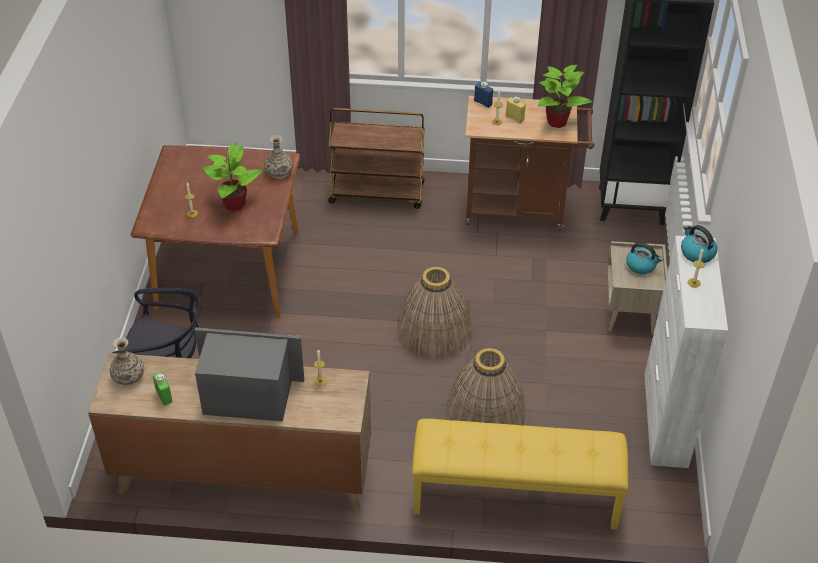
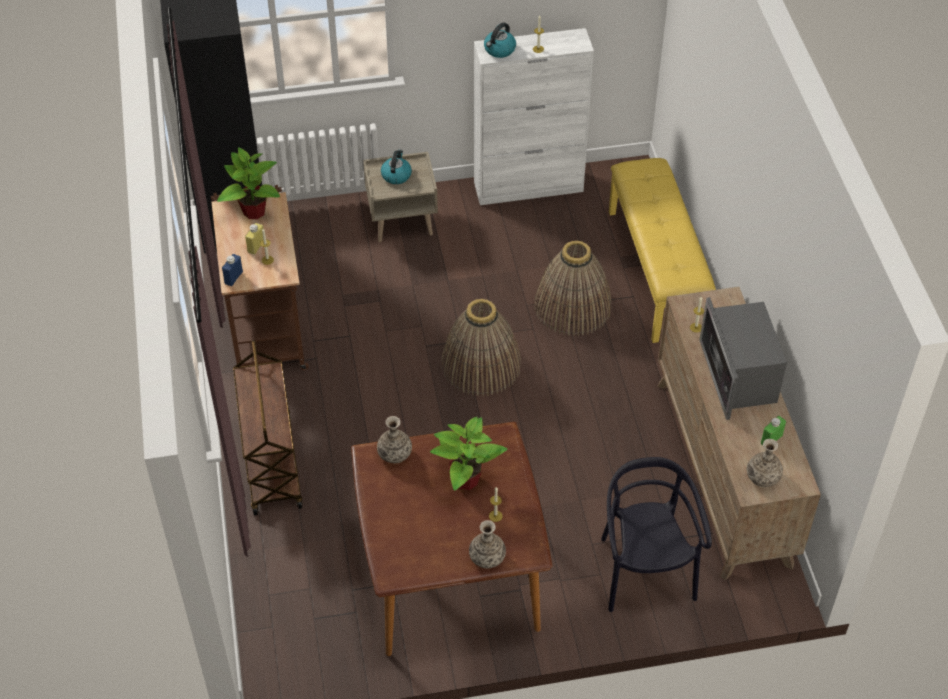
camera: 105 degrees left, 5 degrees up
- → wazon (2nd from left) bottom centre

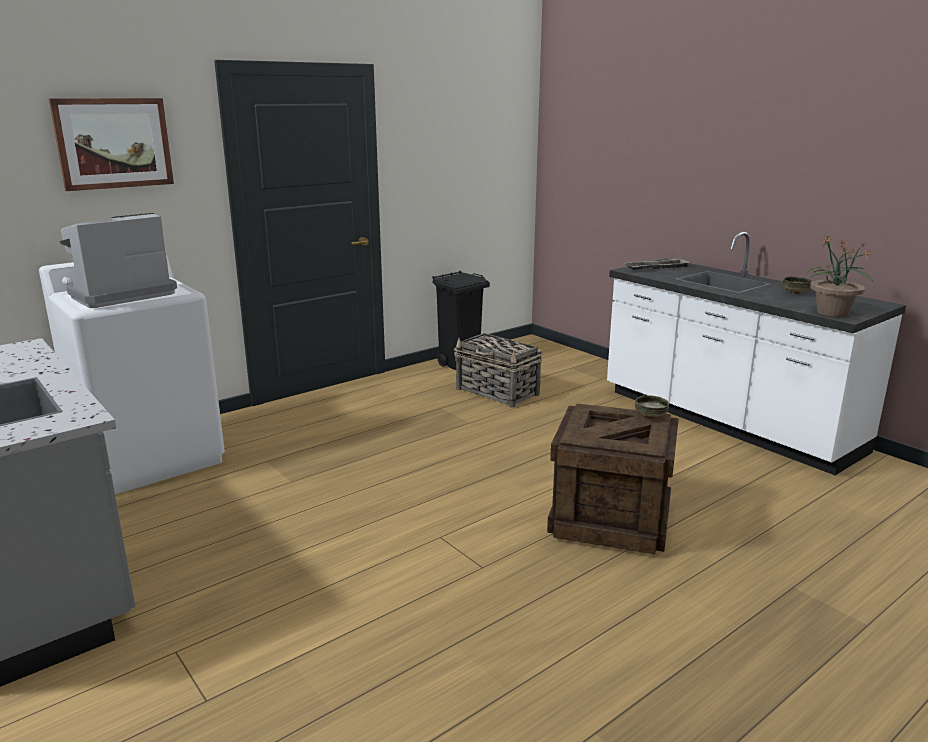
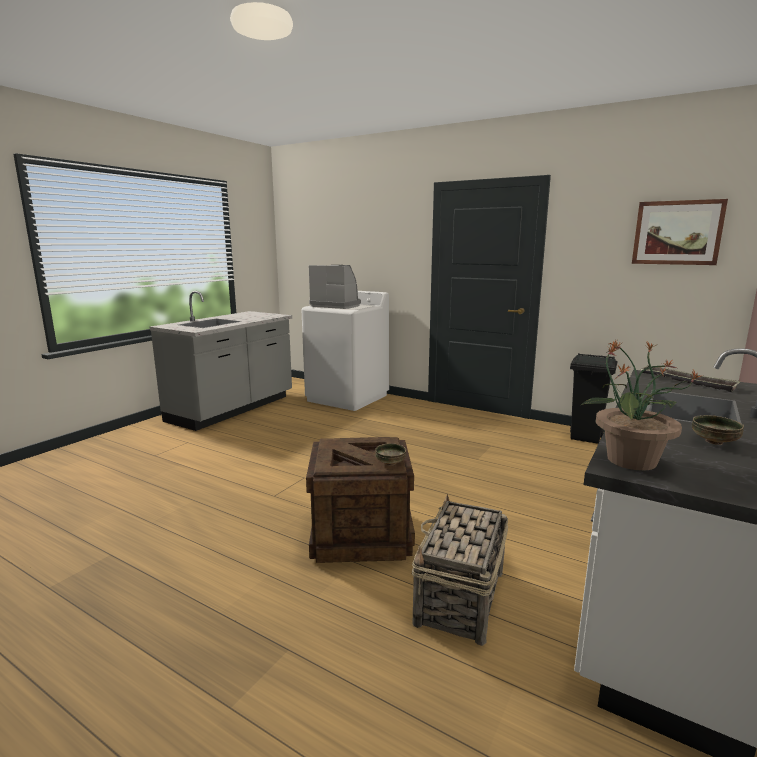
camera: 70 degrees right, 5 degrees down
koszyk centre → koszyk bottom centre, moved
obraz top left → obraz top right, moved

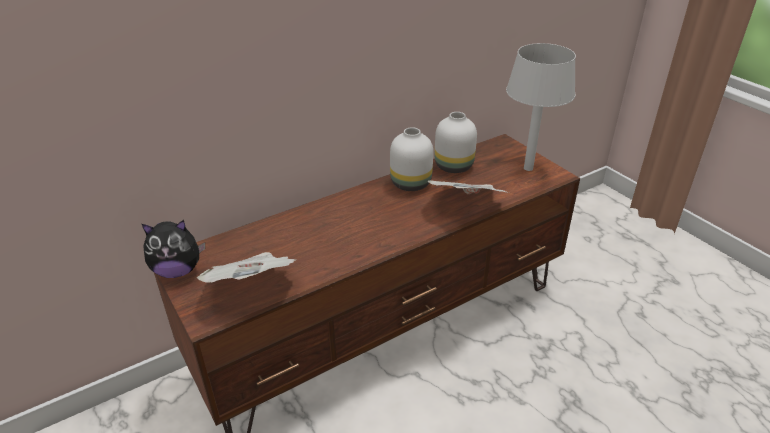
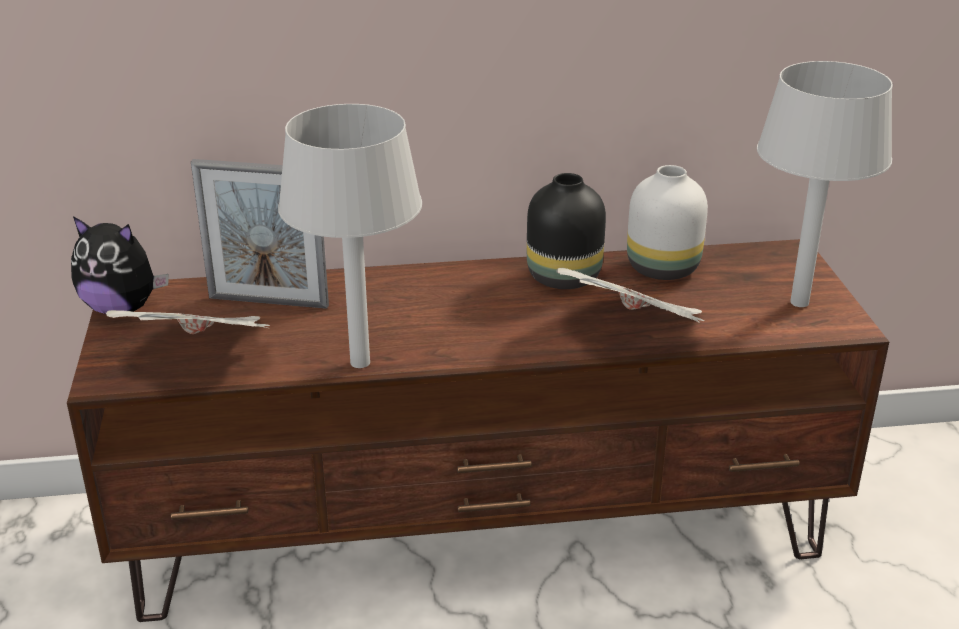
camera: 25 degrees right, 5 degrees down
- → ramka na zdjęcie middle left
- → lampa stołowa (szary) (1st from left) centre
wazon (biały) (1st from left) centre → wazon (czarny) centre

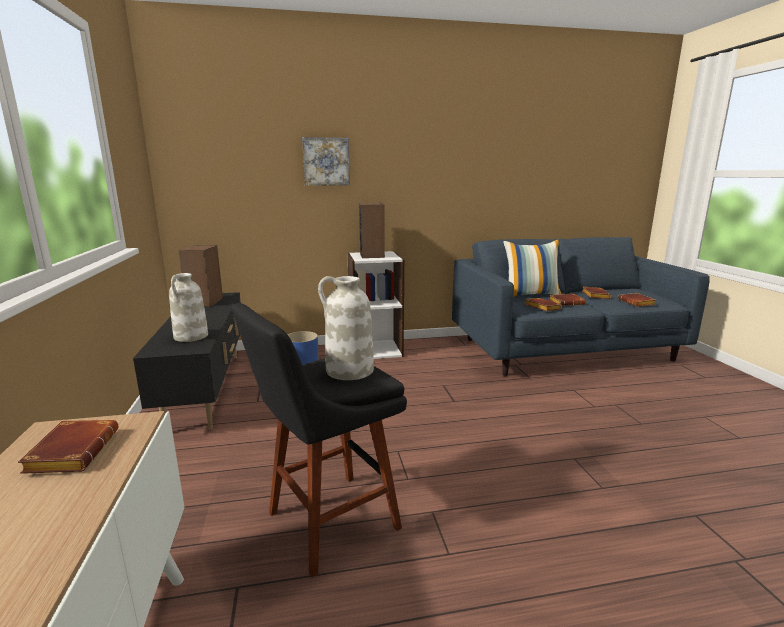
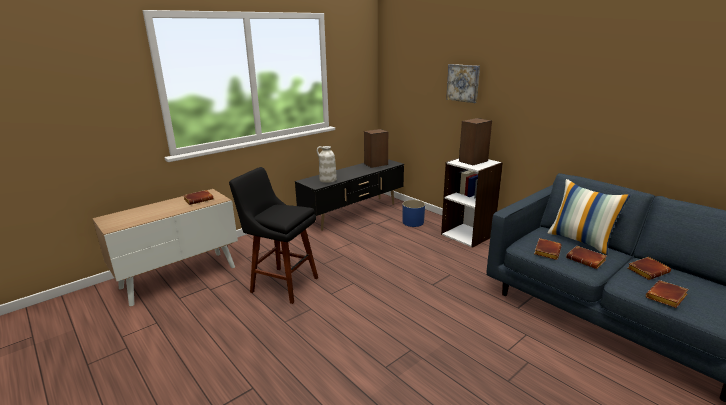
camera: 60 degrees right, 5 degrees up
wazon (biały) (2nd from left) centre → -

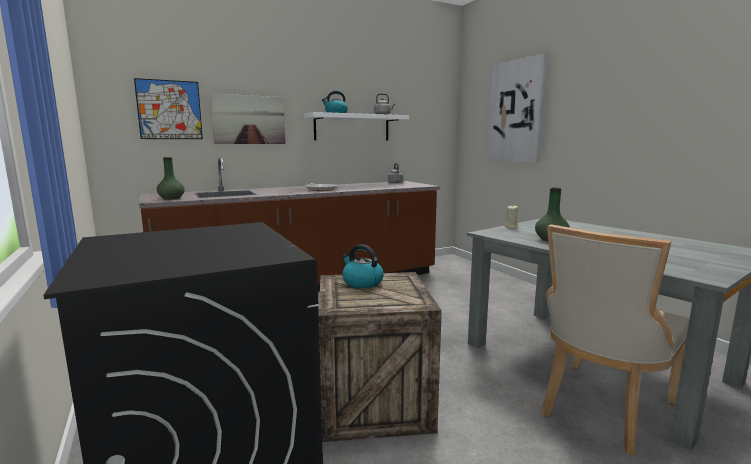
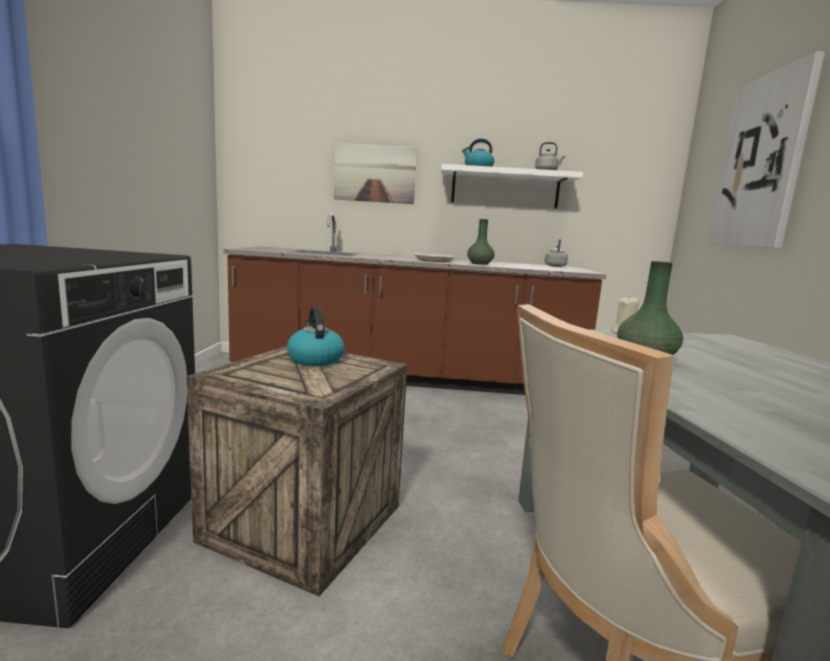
camera: 30 degrees right, 0 degrees up
wazon (zielony) (1st from left) middle left → wazon (zielony) (1st from left) centre, moved
obraz (1st from left) top left → -

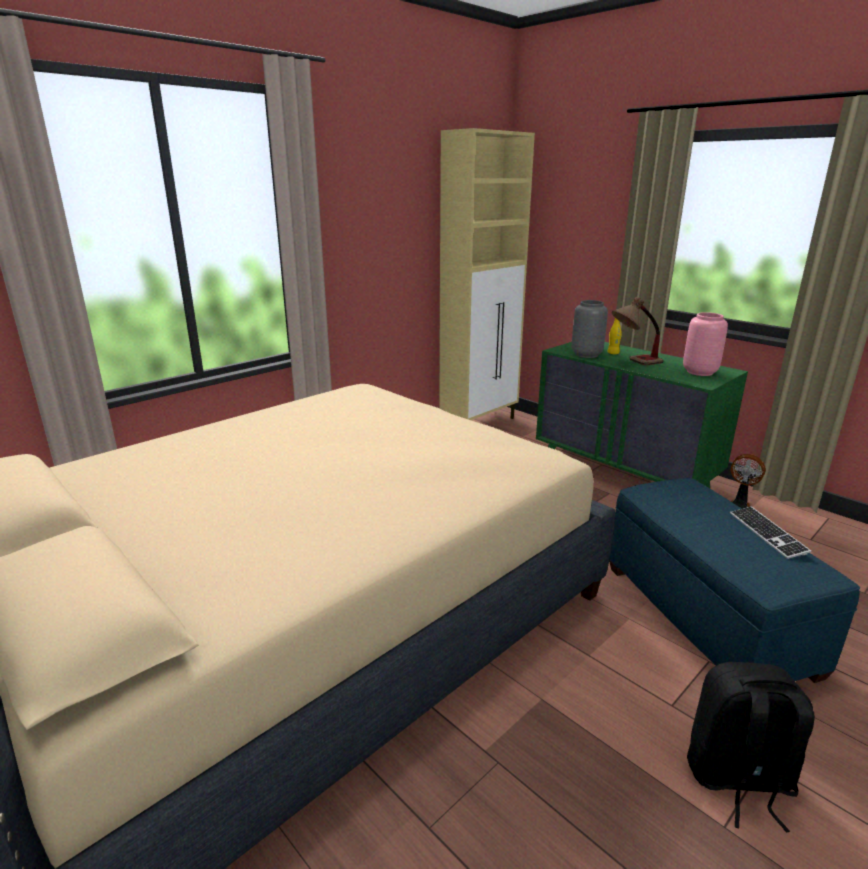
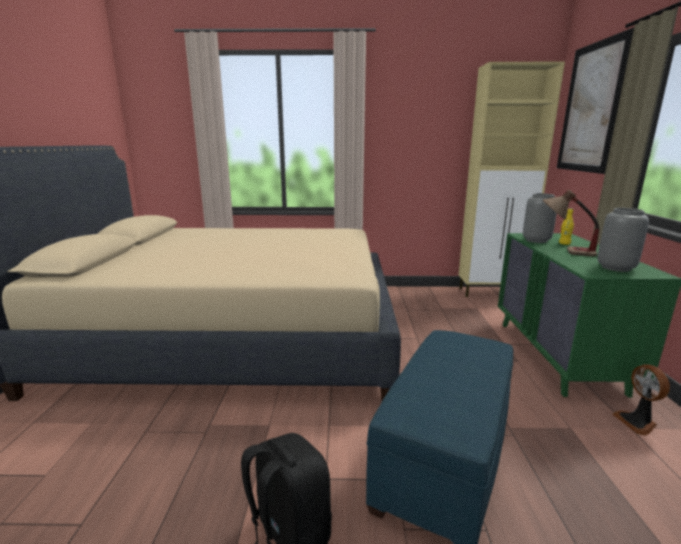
camera: 45 degrees right, 5 degrees down
- → obraz top right
wazon (różowy) middle right → wazon (szary) (2nd from left) middle right
klawiatura middle right → -

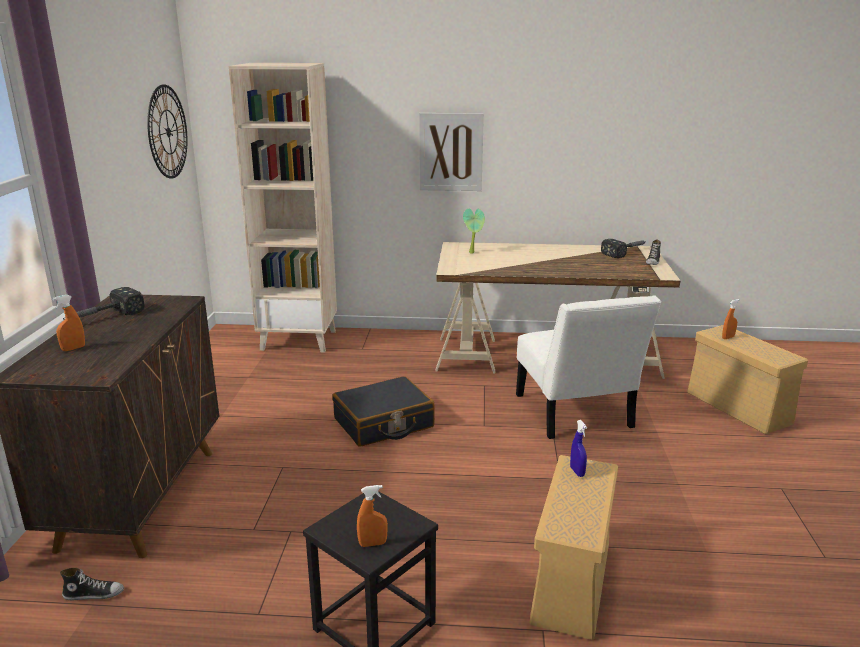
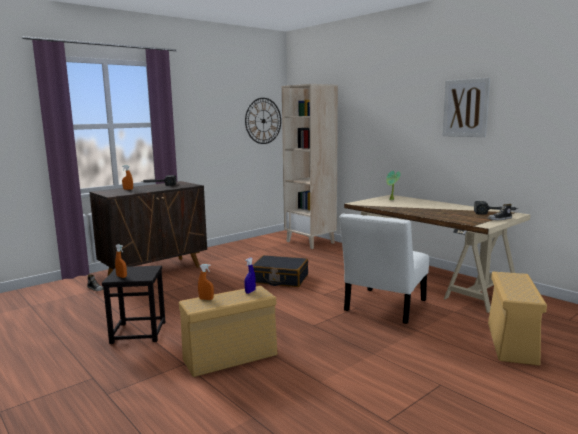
camera: 45 degrees right, 10 degrees down
spryskiwacz (pomarańczowy) (3rd from left) middle right → spryskiwacz (pomarańczowy) (3rd from left) centre, moved
obraz top centre → obraz top right, moved

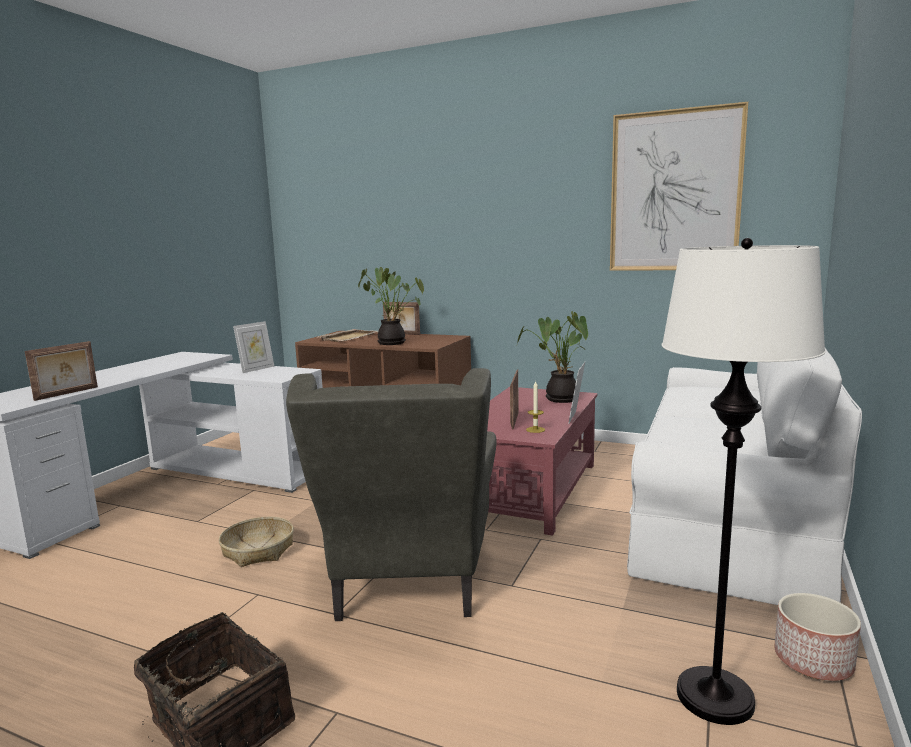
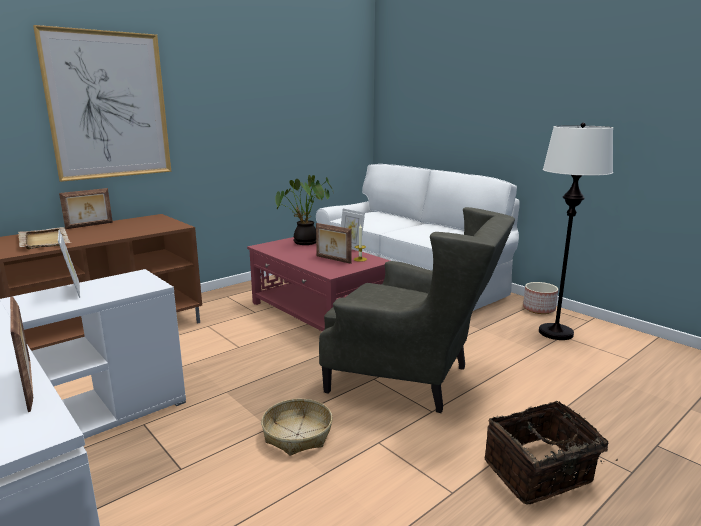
camera: 65 degrees left, 5 degrees up
obraz top right → obraz top left, moved
roślina doniczkowa (1st from left) centre → -

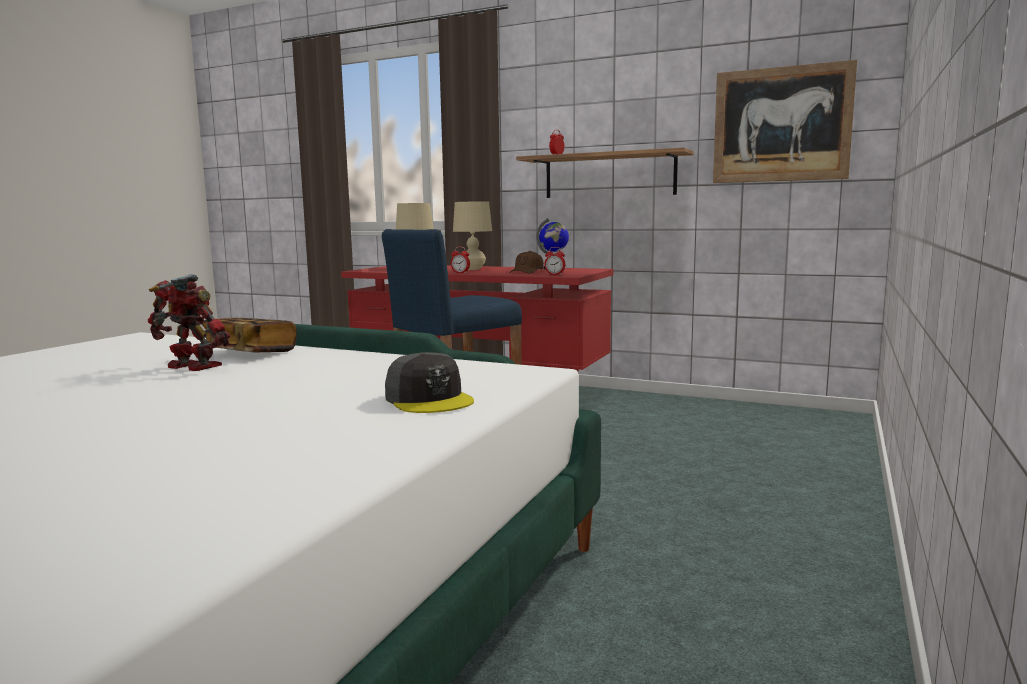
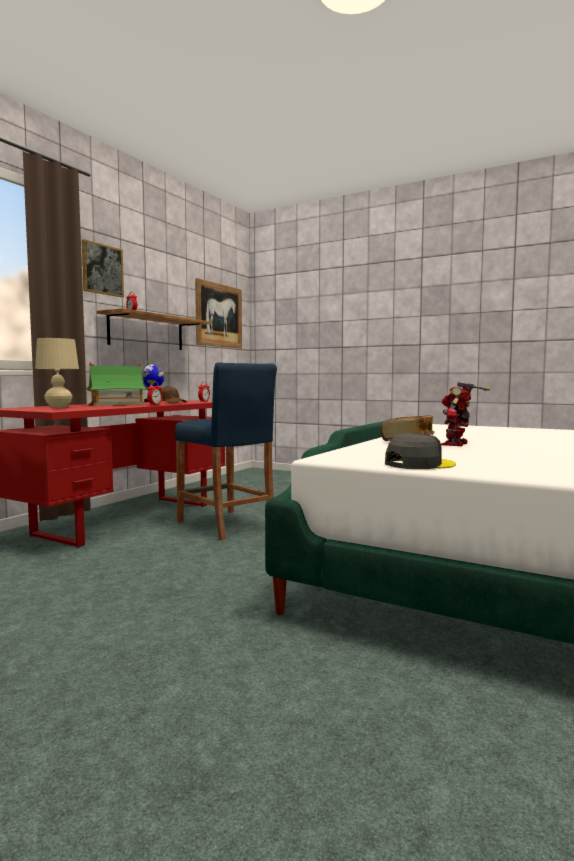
camera: 85 degrees left, 5 degrees down
- → obraz (1st from left) top left
lampa stołowa (beżowy) (2nd from left) centre → domek middle left
czapka z daszkiem (szary) centre → czapka z daszkiem (szary) middle right, moved

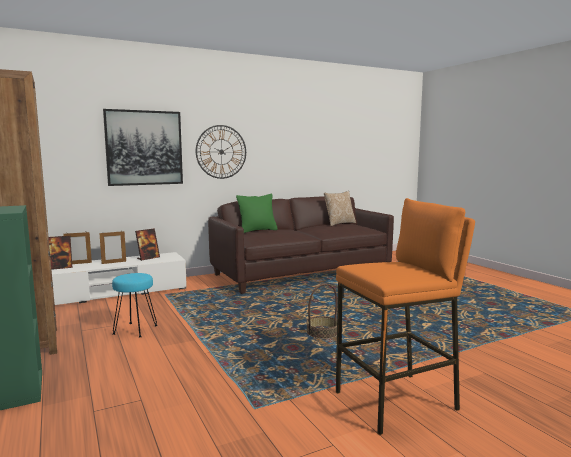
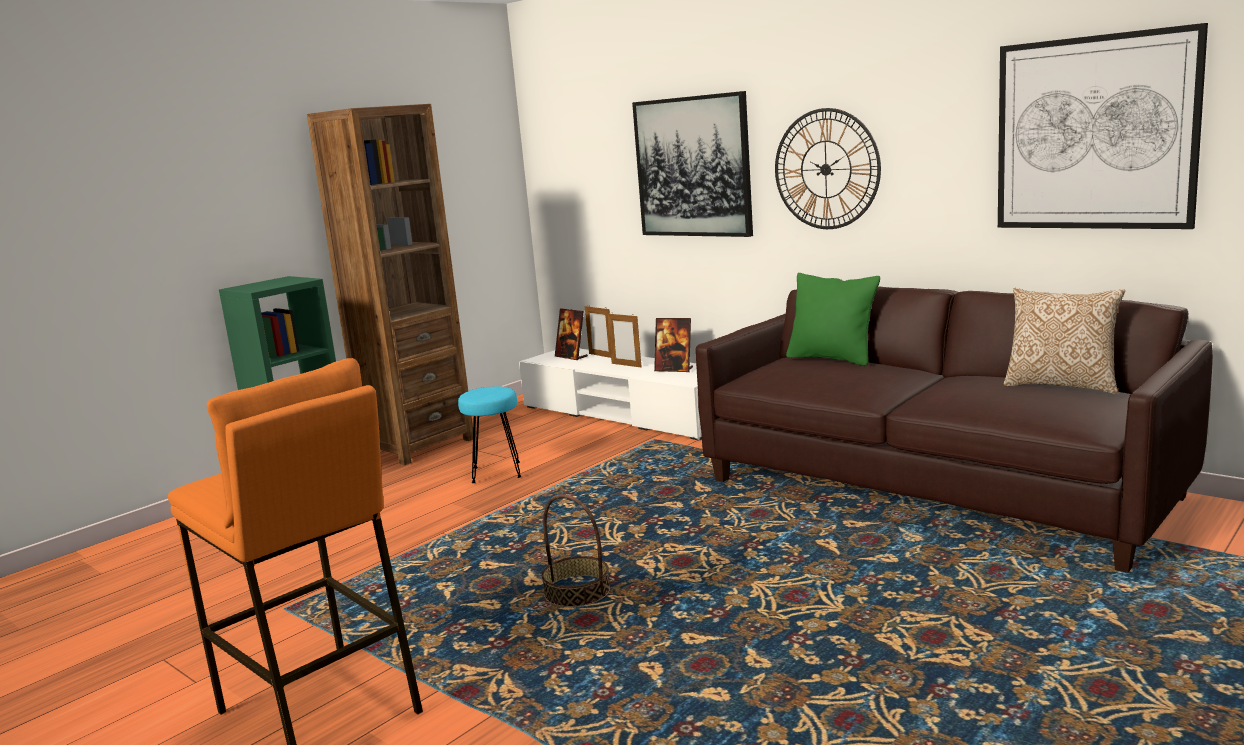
camera: 70 degrees right, 5 degrees up
- → obraz (2nd from left) top right

